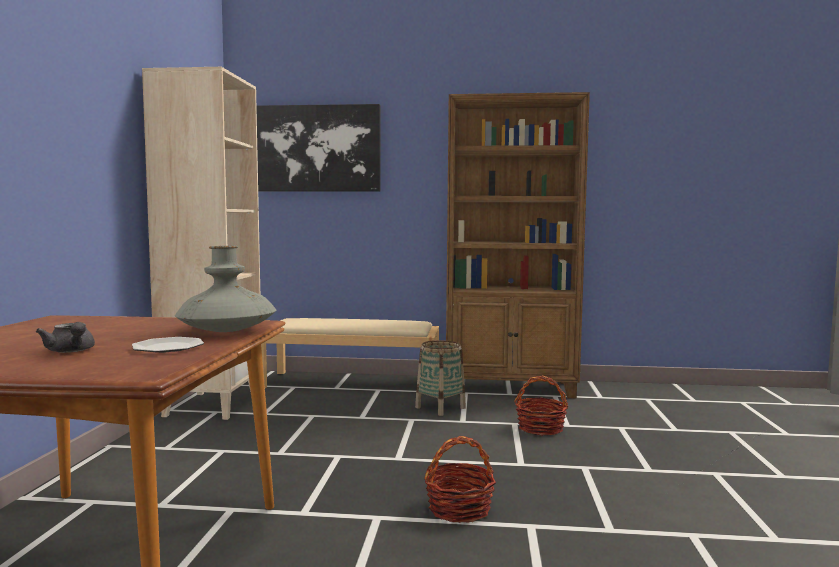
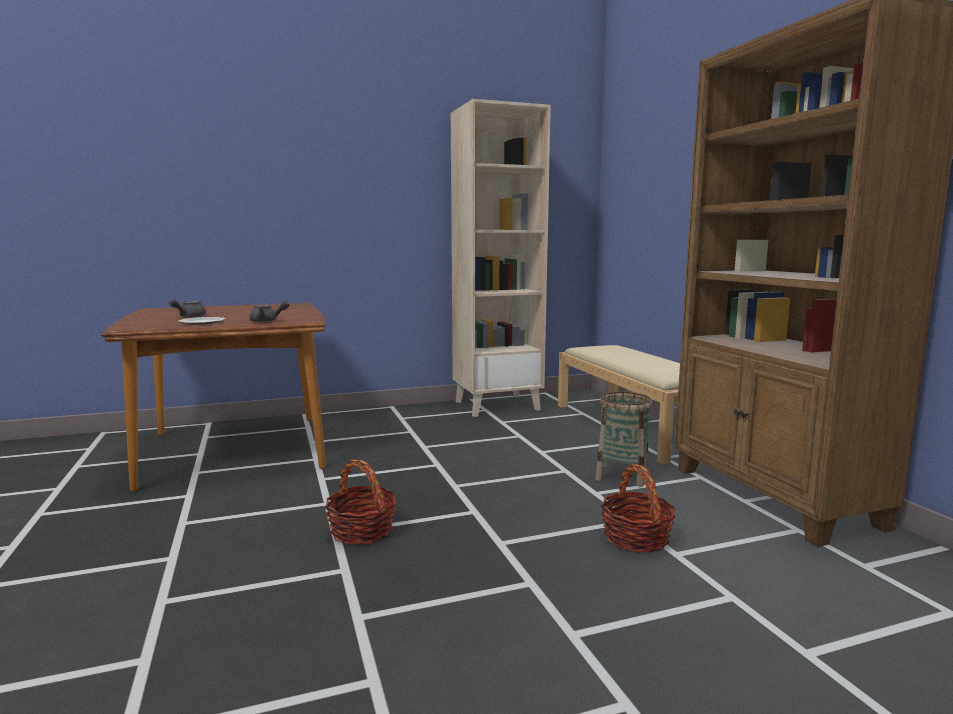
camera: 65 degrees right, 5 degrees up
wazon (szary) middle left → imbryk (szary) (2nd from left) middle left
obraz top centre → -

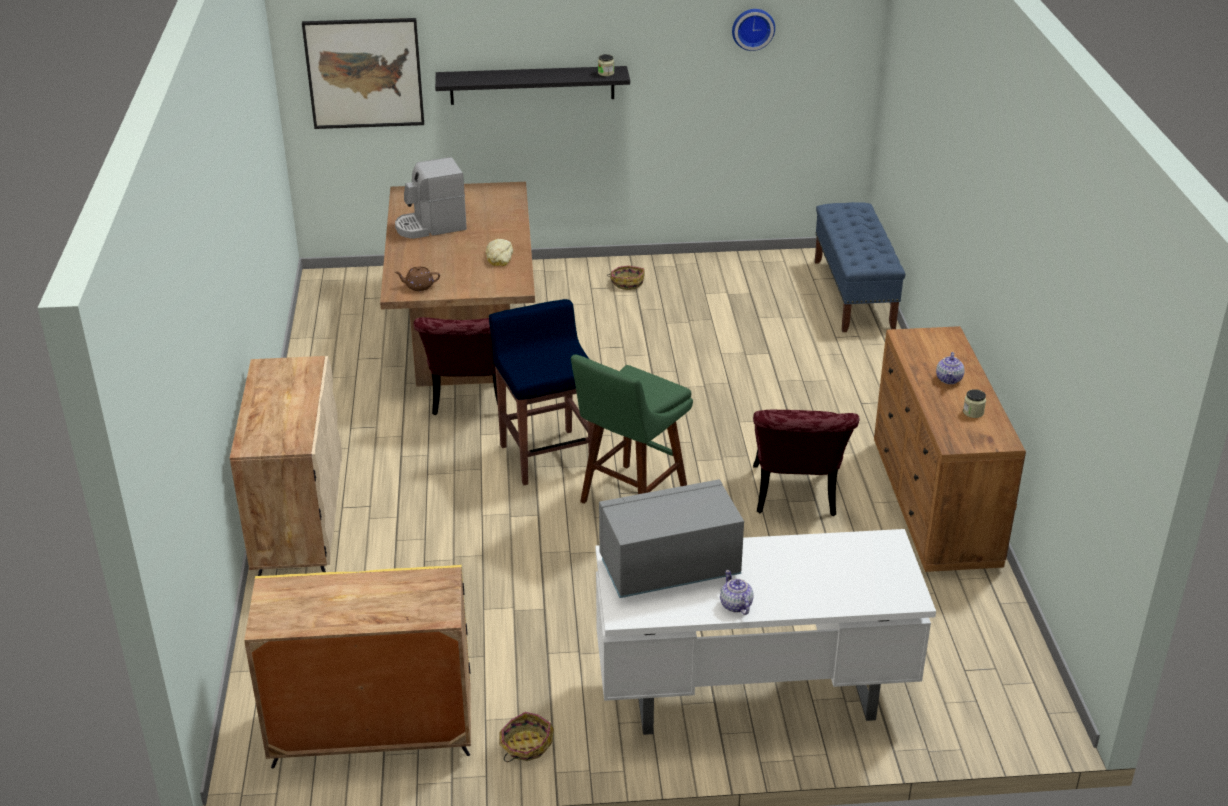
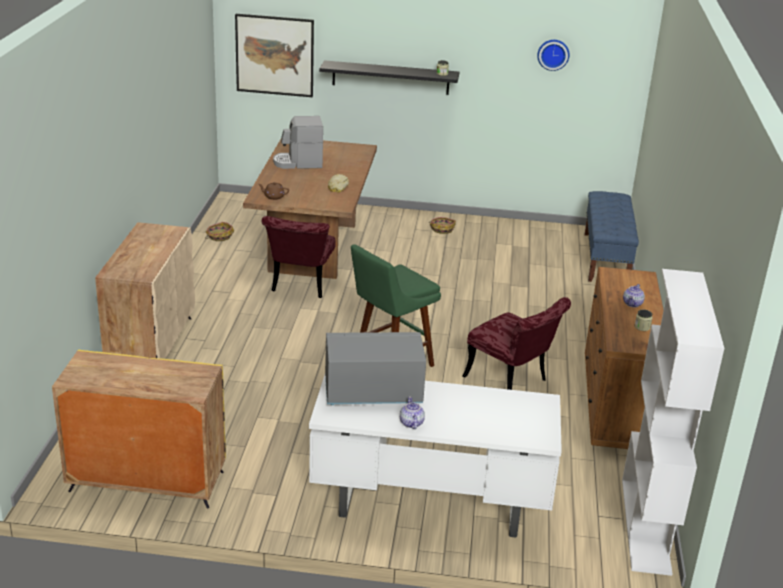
camera: 10 degrees right, 5 degrees down
koszyk (1st from left) bottom centre → koszyk (1st from left) middle left, moved
krzesło (czerwony) (2nd from left) centre, 60 degrees counterclockwise
- → regał (biały) bottom right
stołek (niebieski) centre → -

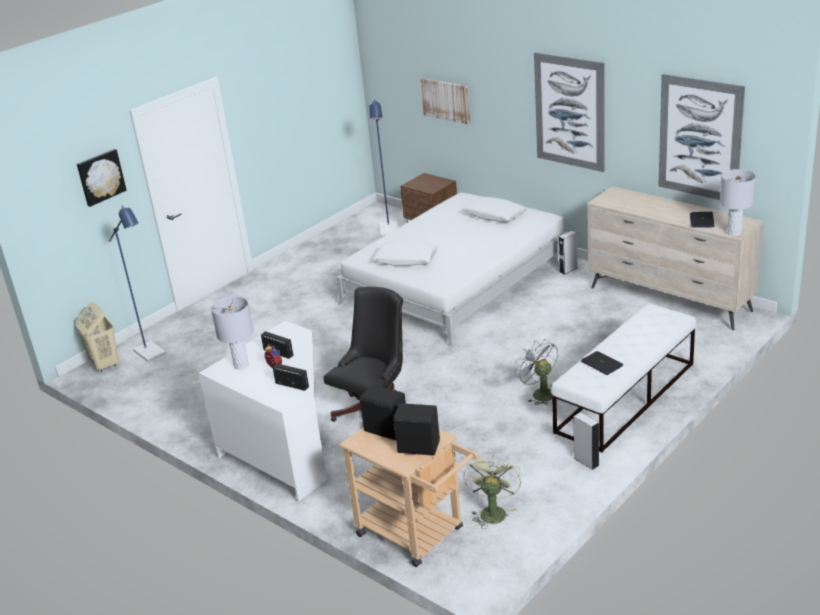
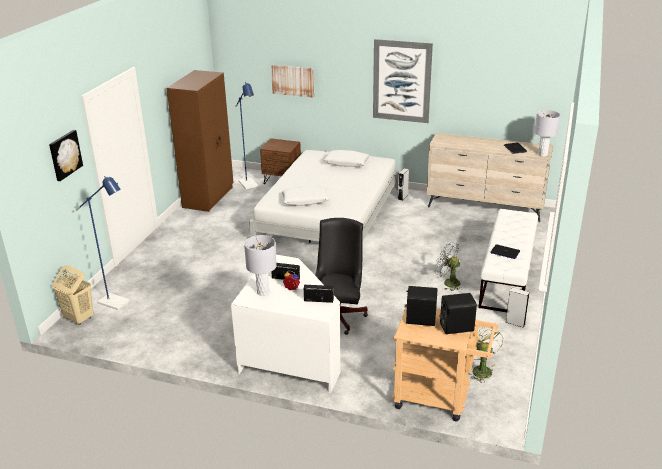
camera: 25 degrees left, 0 degrees up
- → szafa (brązowy) top left
obraz (4th from left) top right → -

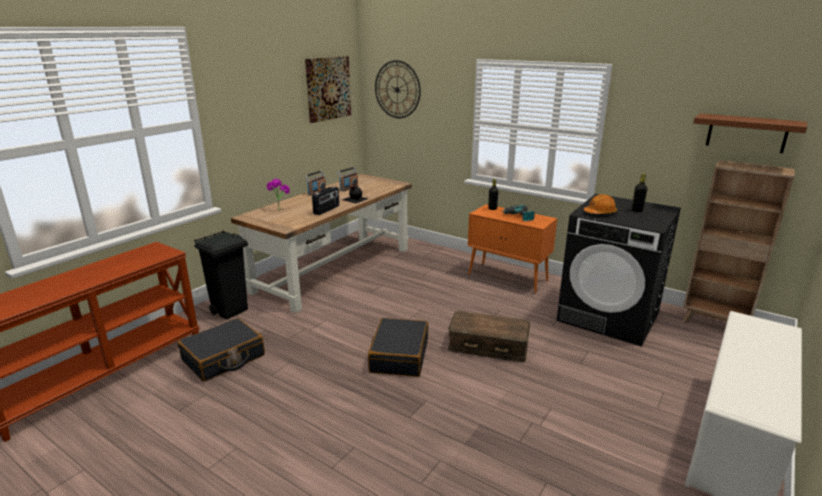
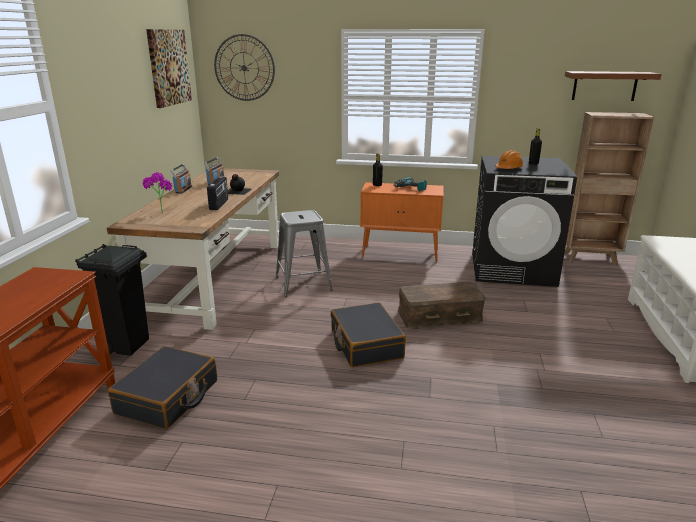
camera: 25 degrees left, 0 degrees up
- → stołek (szary) centre

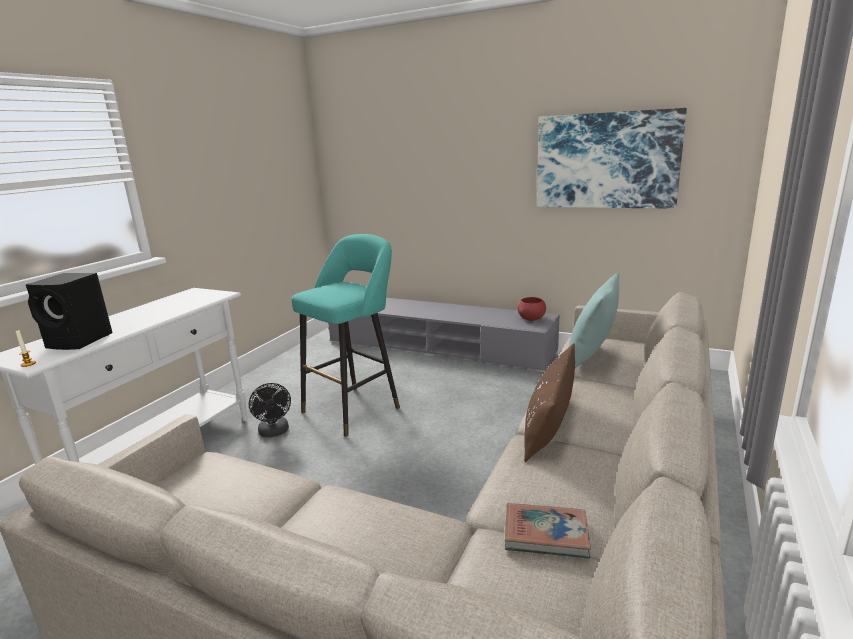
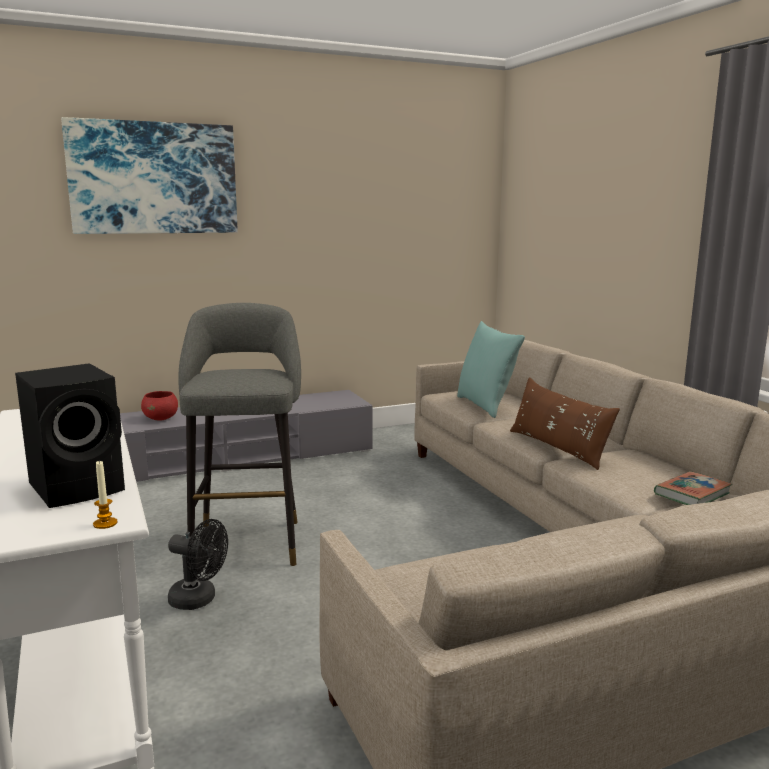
camera: 50 degrees left, 5 degrees down
obraz top right → obraz top left, moved
miska (czerwony) centre → miska (czerwony) middle left, moved
stołek (turkusowy) centre → stołek (szary) middle left

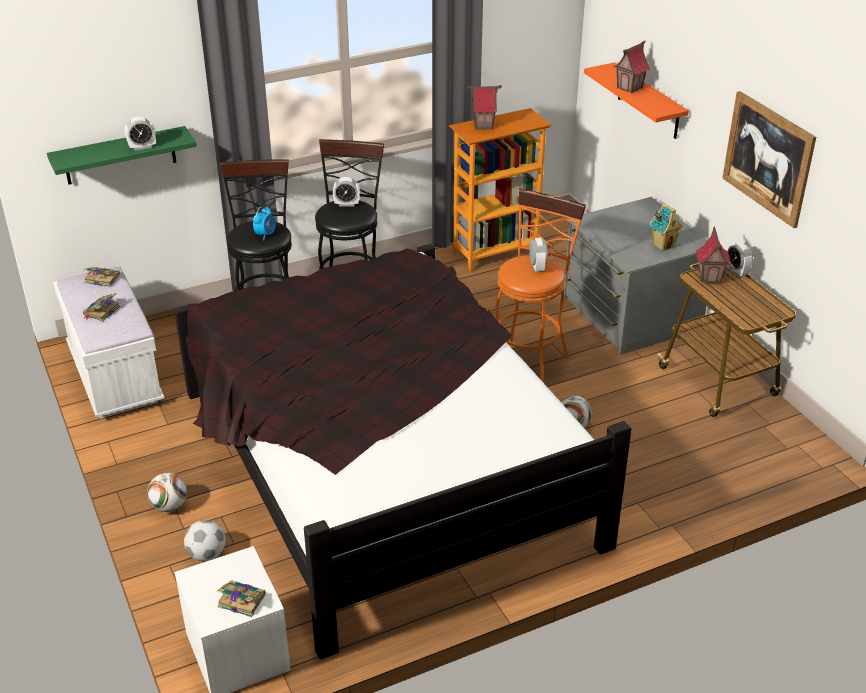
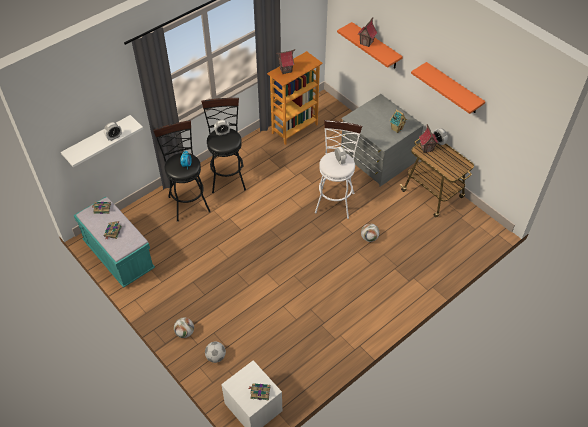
camera: 15 degrees left, 15 degrees up
półka (zielony) top left → półka (biały) top left
ławka (biały) middle left → ławka (turkusowy) middle left
stołek (pomarańczowy) centre → stołek (biały) centre
obraz top right → półka (pomarańczowy) (2nd from left) top right
łóżko (czarny) centre → -

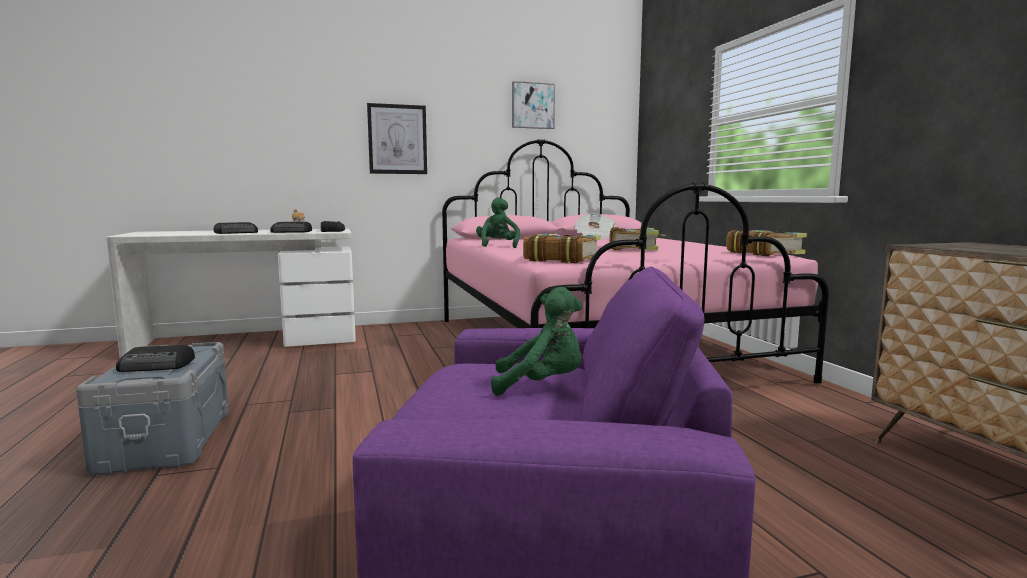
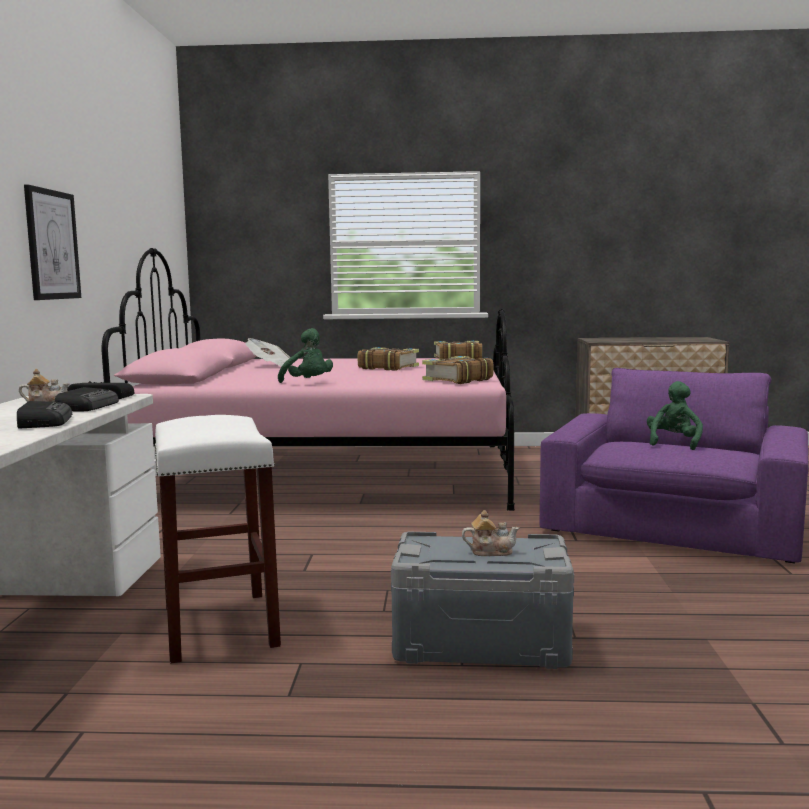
camera: 70 degrees left, 0 degrees up
- → stołek (biały) middle left
pluszak (zielony) (1st from left) centre, 150 degrees counterclockwise
radio (1st from left) middle left → imbryk (2nd from left) centre
obraz (2nd from left) top centre → -

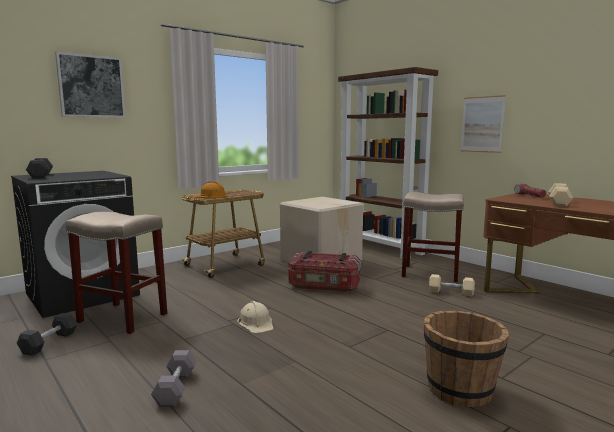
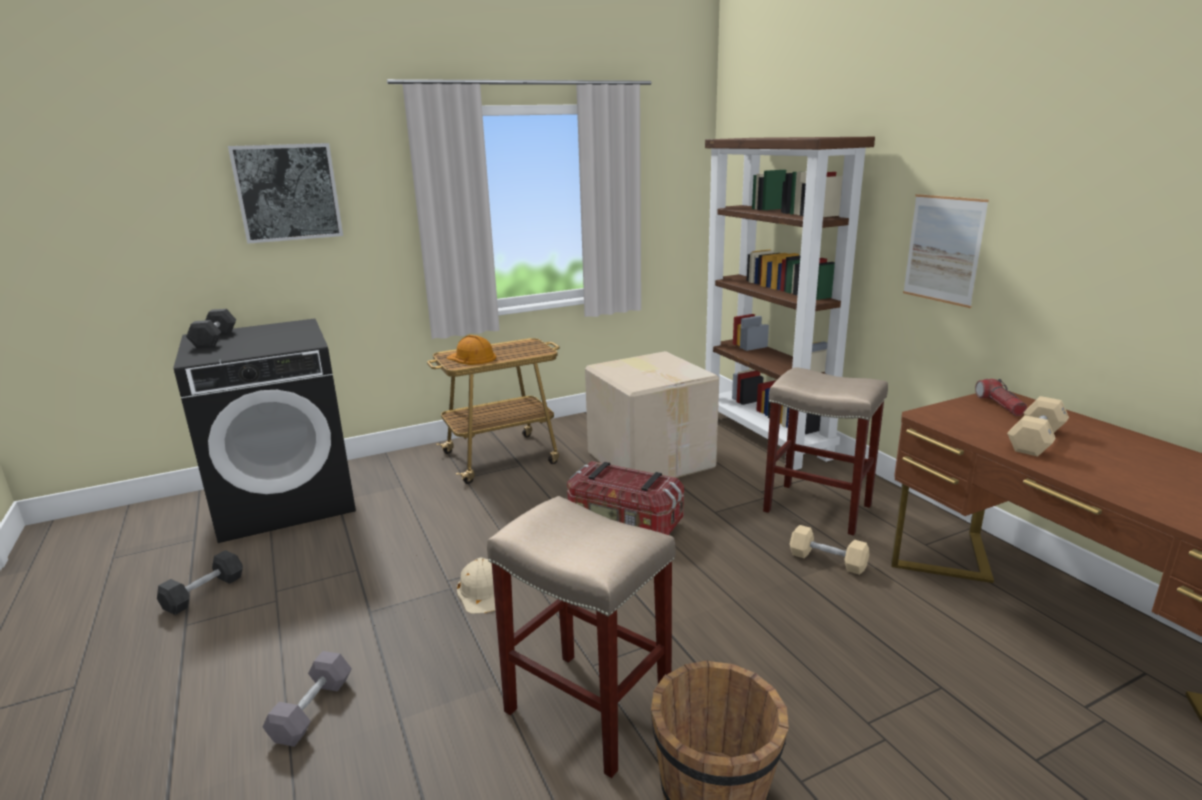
camera: 15 degrees right, 10 degrees up
stołek (beżowy) (1st from left) middle left → stołek (beżowy) (1st from left) bottom centre, moved

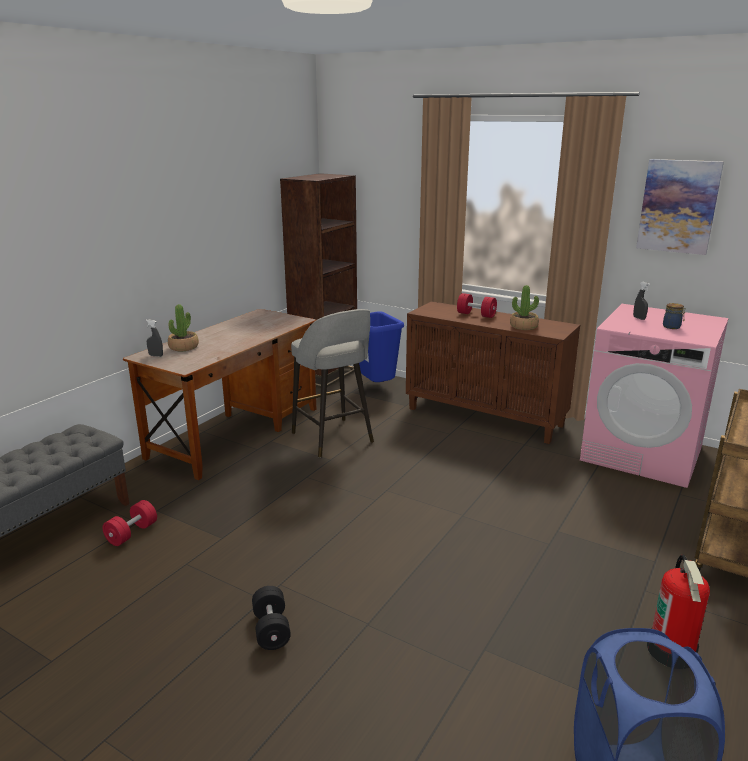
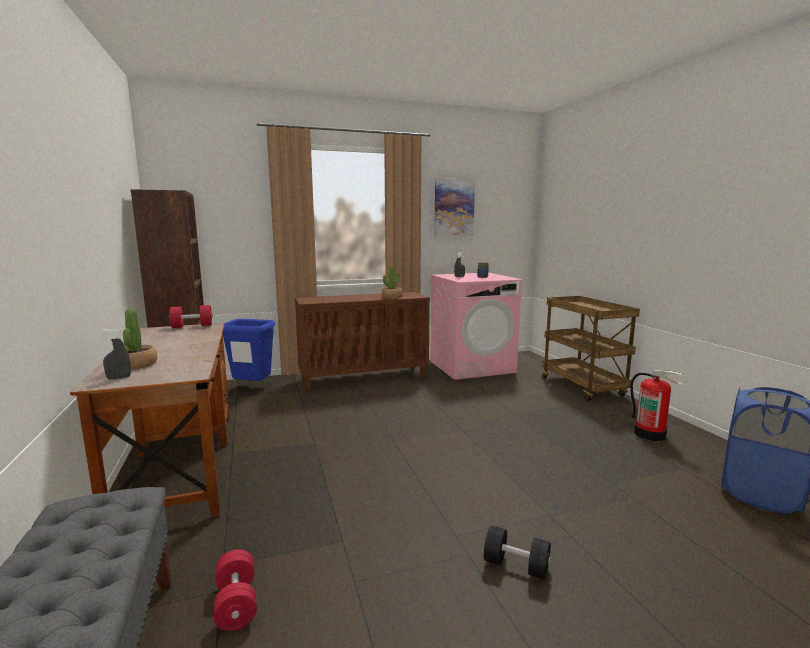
camera: 50 degrees left, 10 degrees down
hantel (czerwony) (2nd from left in the first image) centre → hantel (czerwony) (1st from left) middle left, moved
stołek (szary) centre → -

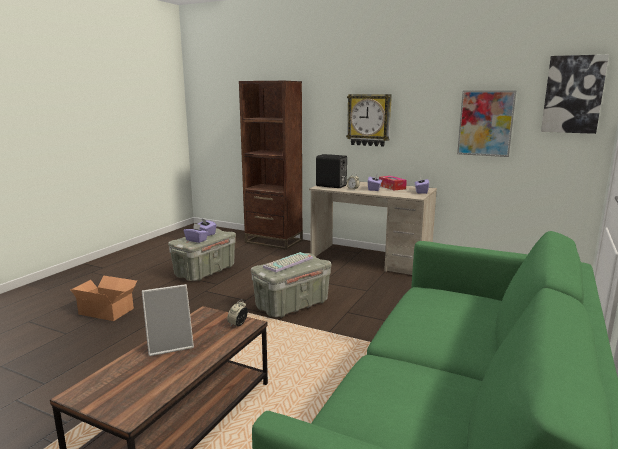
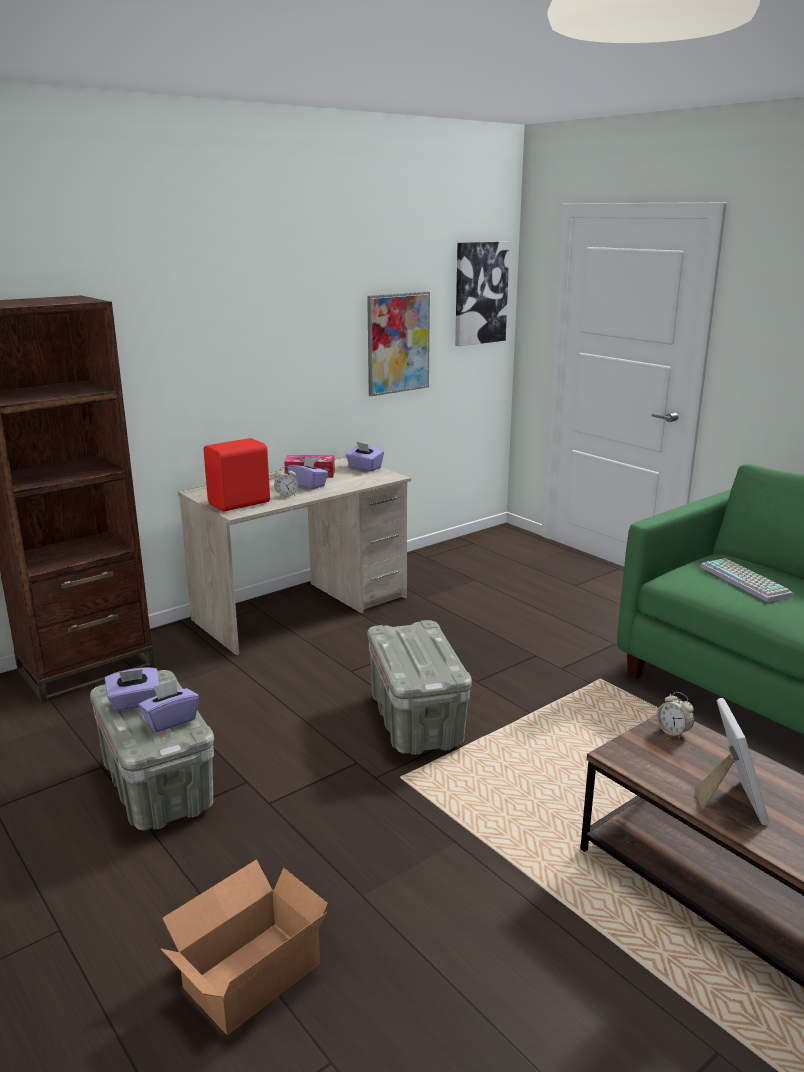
camera: 65 degrees left, 5 degrees up
głośnik (czarny) centre → głośnik (czerwony) middle left
klawiatura centre → klawiatura middle right, moved
zegar ścienny top centre → -

